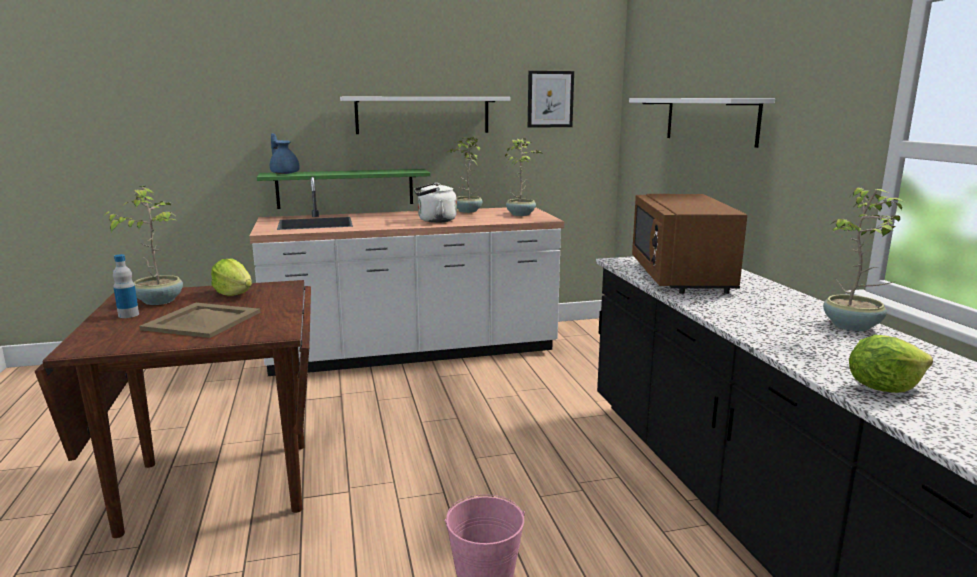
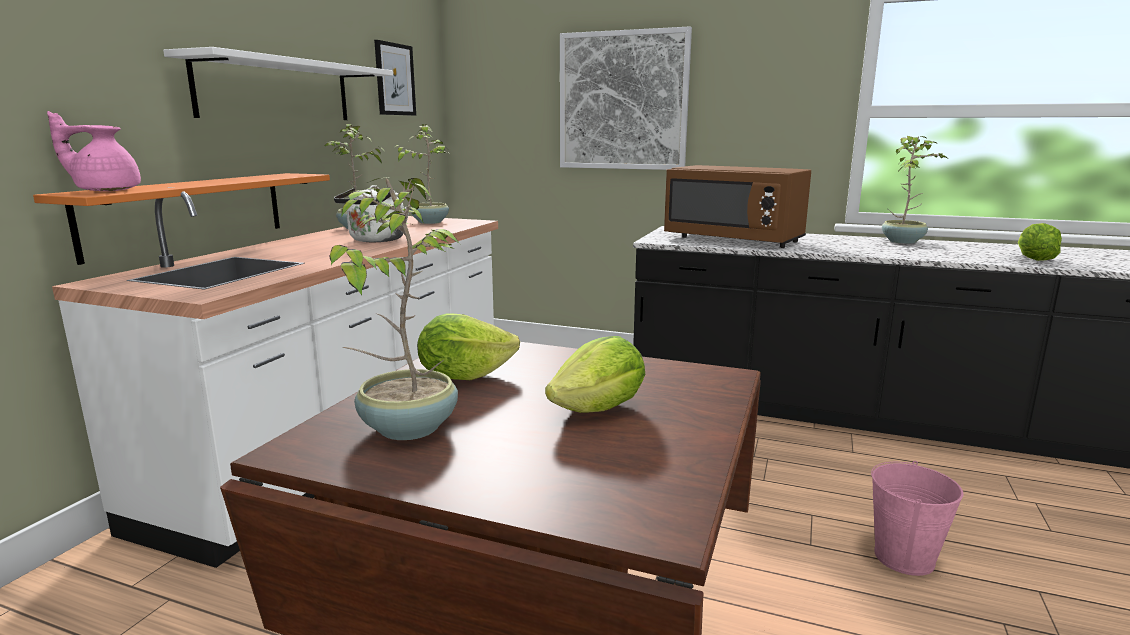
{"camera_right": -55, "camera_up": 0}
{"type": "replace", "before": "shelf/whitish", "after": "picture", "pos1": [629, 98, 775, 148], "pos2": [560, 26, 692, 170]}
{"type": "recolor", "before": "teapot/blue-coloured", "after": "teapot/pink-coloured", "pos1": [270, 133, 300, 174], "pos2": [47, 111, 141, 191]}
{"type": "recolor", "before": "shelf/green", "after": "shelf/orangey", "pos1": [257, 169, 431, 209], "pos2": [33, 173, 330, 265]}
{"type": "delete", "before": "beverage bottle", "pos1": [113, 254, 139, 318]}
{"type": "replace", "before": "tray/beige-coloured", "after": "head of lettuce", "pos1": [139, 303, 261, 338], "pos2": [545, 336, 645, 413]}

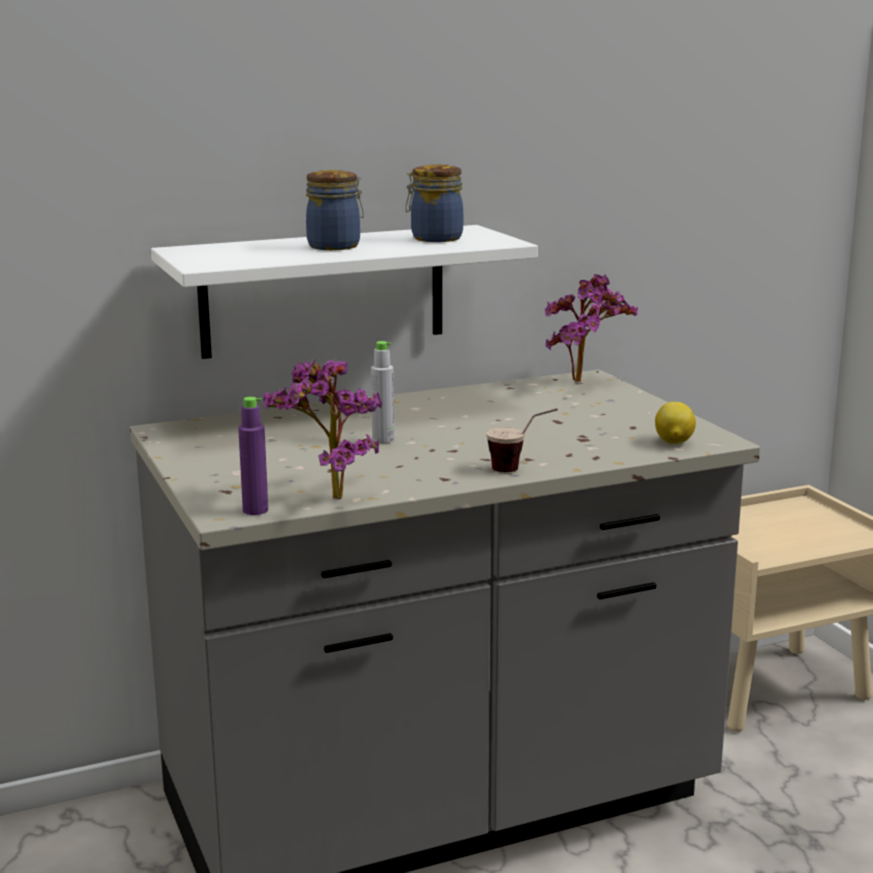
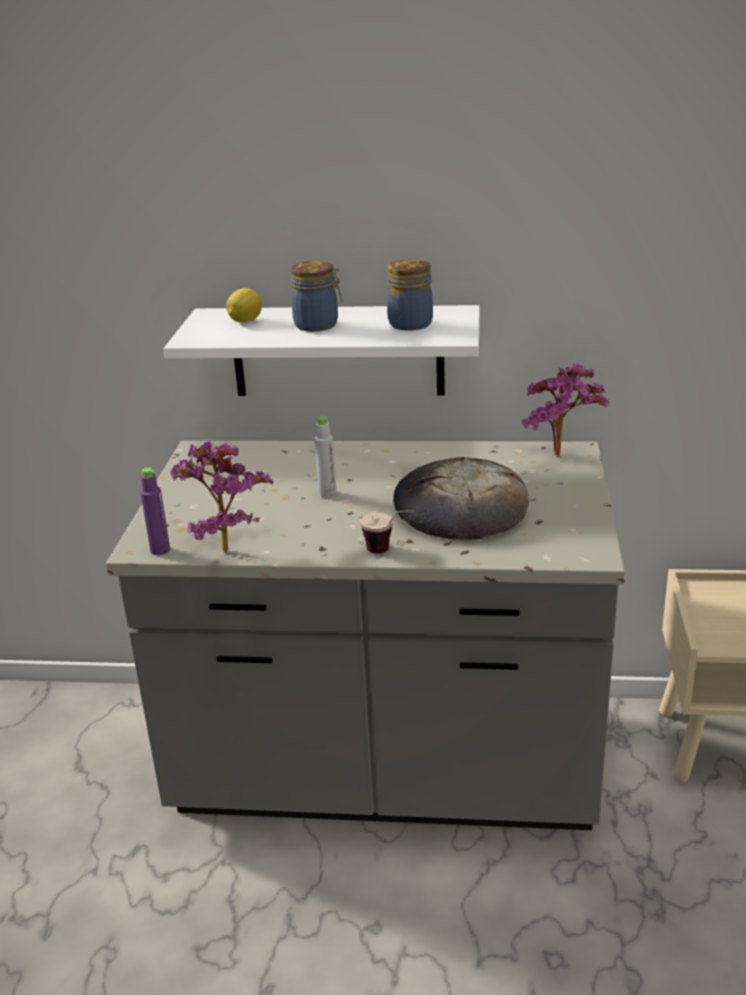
{"camera_right": 30, "camera_up": 10}
{"type": "move", "before": "whole lemon", "pos1": [655, 402, 696, 444], "pos2": [226, 288, 262, 323]}
{"type": "insert", "after": "bread", "pos2": [393, 457, 529, 540]}

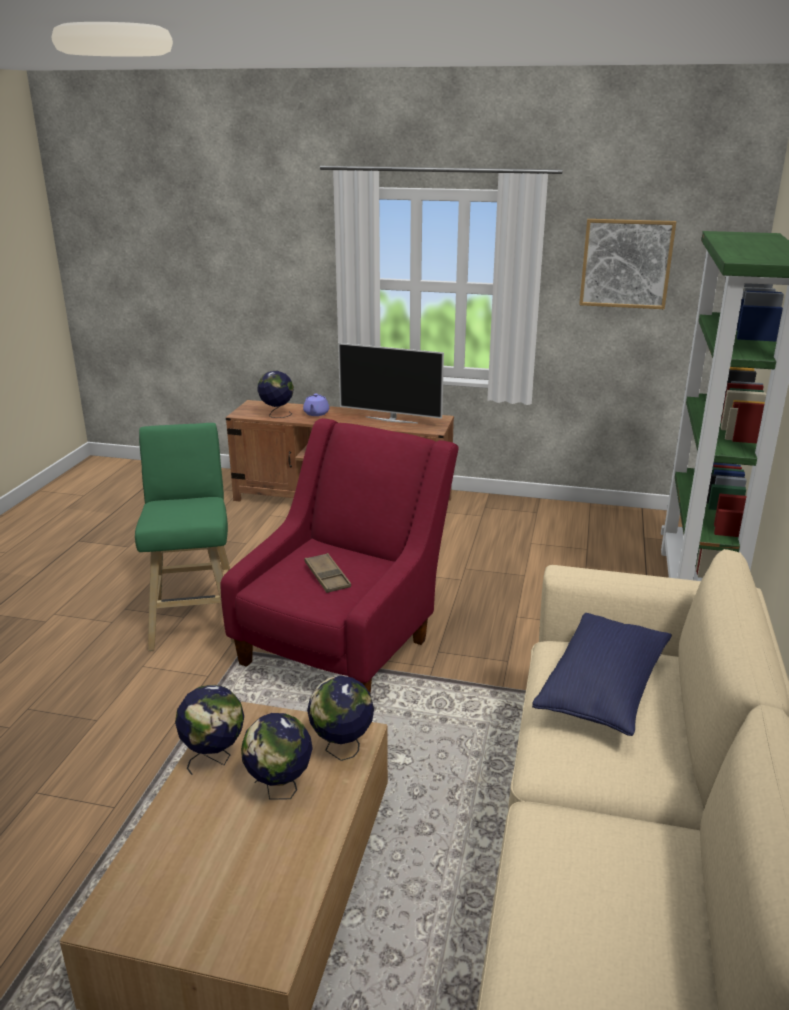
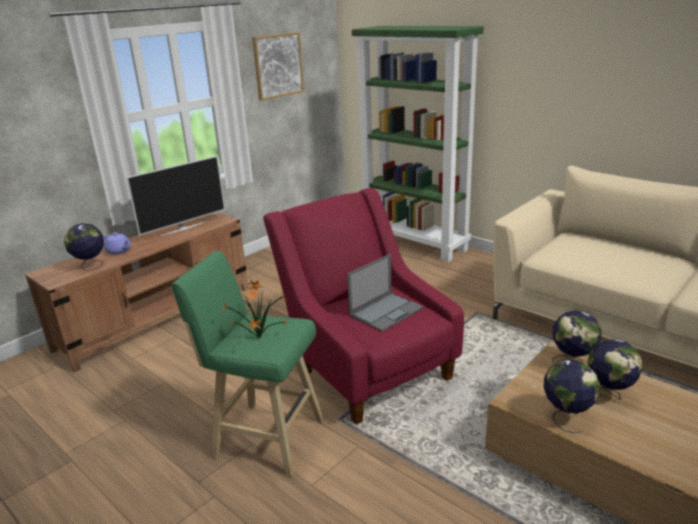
{"camera_right": -60, "camera_up": 0}
{"type": "replace", "before": "tray/brown-coloured", "after": "laptop", "pos1": [304, 553, 351, 593], "pos2": [347, 254, 423, 332]}
{"type": "delete", "before": "pillow/blue-coloured", "pos1": [532, 613, 672, 736]}
{"type": "insert", "after": "houseplant", "pos2": [223, 280, 288, 338]}

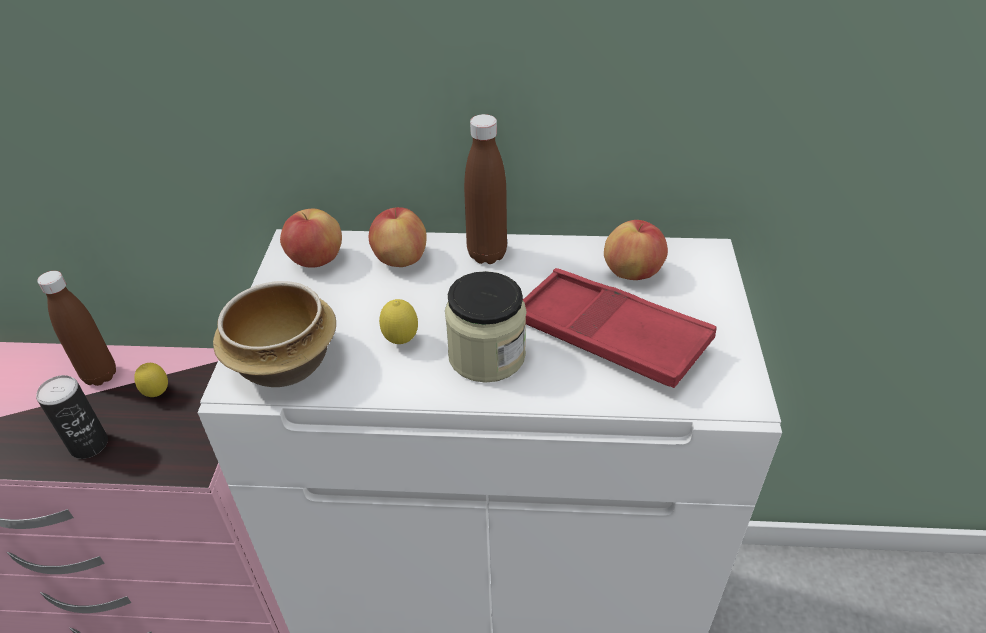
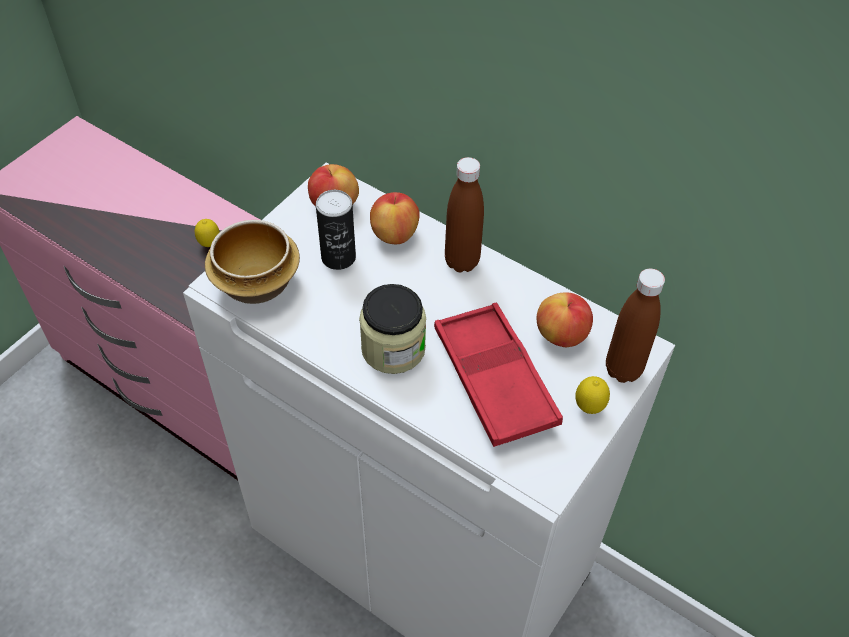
{"camera_right": 30, "camera_up": 10}
{"type": "move", "before": "beverage bottle/brown-coloured", "pos1": [37, 271, 116, 386], "pos2": [606, 269, 665, 383]}
{"type": "move", "before": "whole lemon", "pos1": [379, 299, 418, 344], "pos2": [576, 376, 610, 414]}
{"type": "move", "before": "metal can", "pos1": [36, 375, 108, 459], "pos2": [316, 190, 356, 270]}

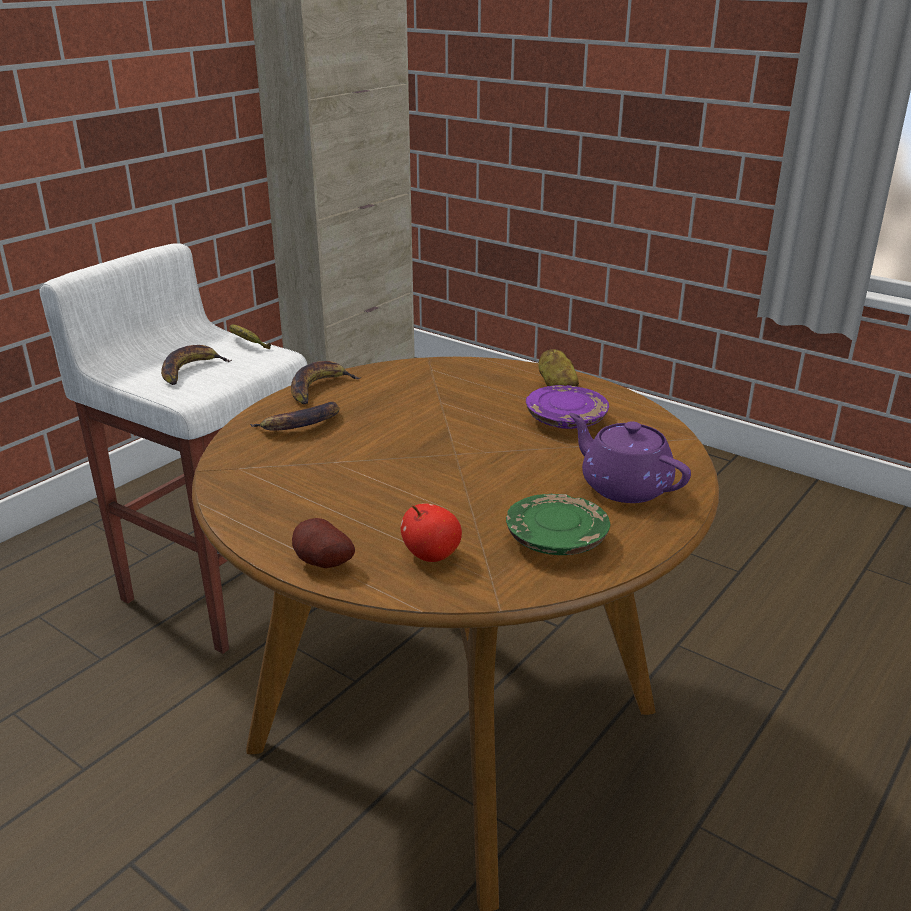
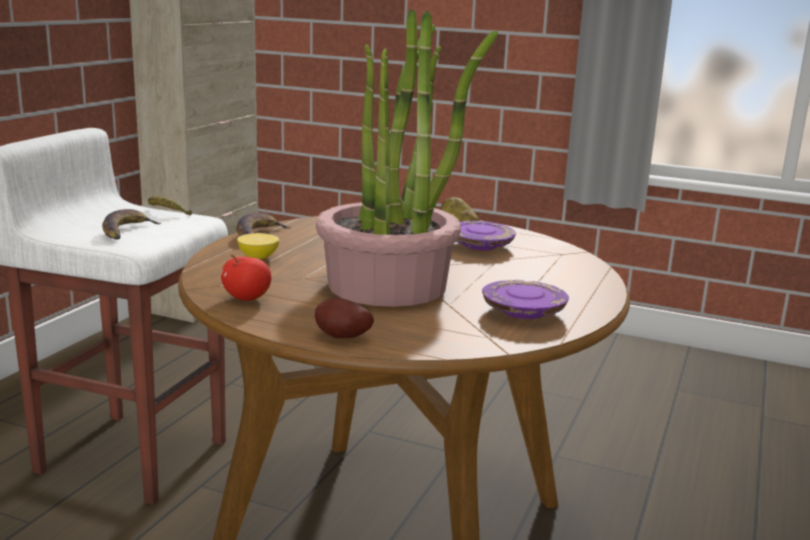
{"camera_right": -15, "camera_up": -10}
{"type": "replace", "before": "whole banana", "after": "whole lemon", "pos1": [250, 402, 340, 431], "pos2": [237, 233, 279, 259]}
{"type": "delete", "before": "teapot/purple-coloured", "pos1": [569, 413, 691, 503]}
{"type": "recolor", "before": "flat dish/green", "after": "flat dish/purple-coloured", "pos1": [506, 494, 610, 555], "pos2": [482, 280, 569, 319]}
{"type": "move", "before": "whole apple", "pos1": [401, 503, 462, 562], "pos2": [221, 254, 271, 301]}
{"type": "insert", "after": "houseplant", "pos2": [316, 9, 498, 307]}

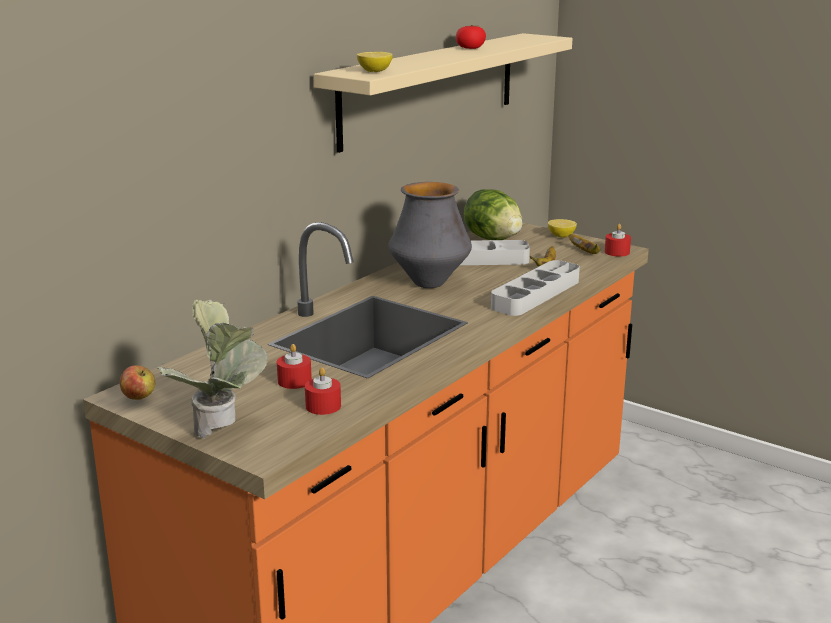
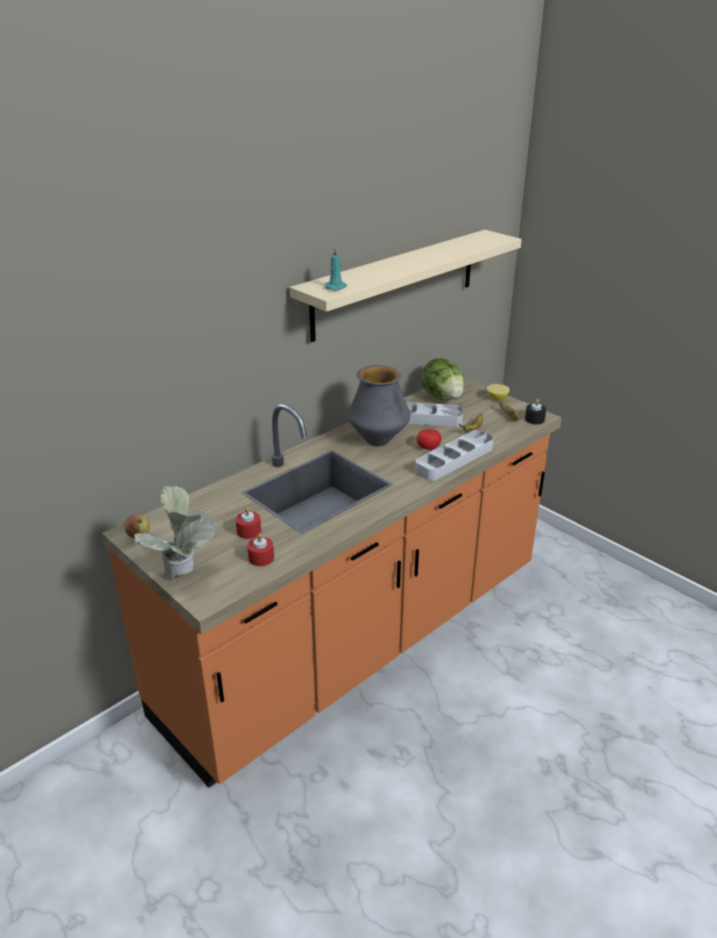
{"camera_right": 10, "camera_up": 10}
{"type": "move", "before": "tomato", "pos1": [456, 25, 486, 49], "pos2": [417, 429, 441, 450]}
{"type": "replace", "before": "whole lemon", "after": "wax candle/turquoise-coloured", "pos1": [357, 52, 393, 72], "pos2": [324, 247, 347, 290]}
{"type": "recolor", "before": "wax candle/red", "after": "wax candle/black-coloured", "pos1": [605, 224, 631, 257], "pos2": [525, 399, 546, 424]}

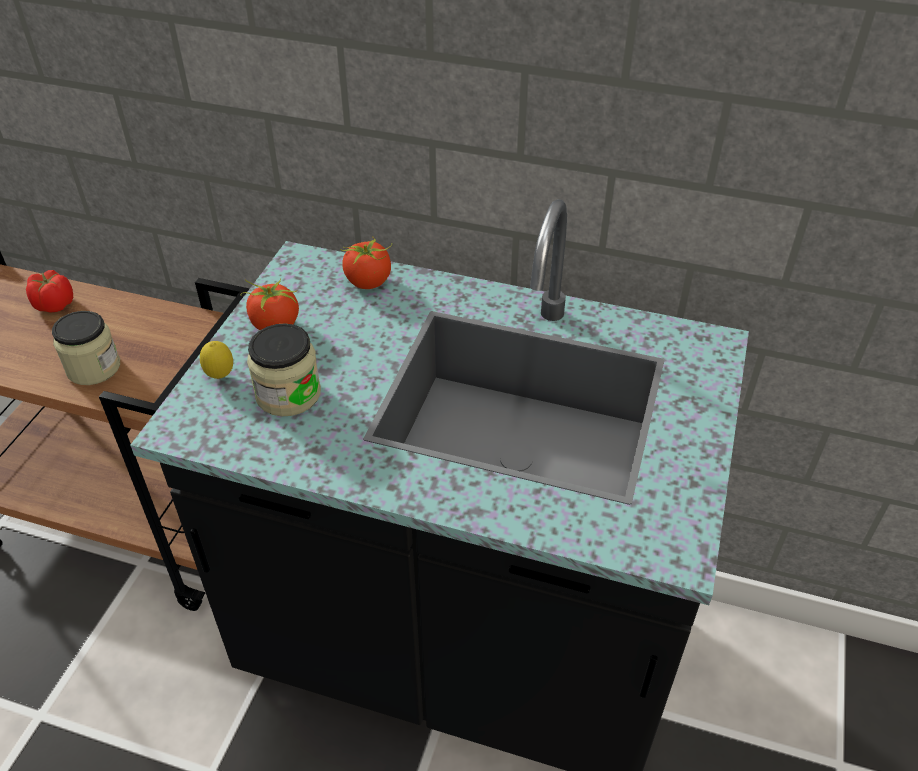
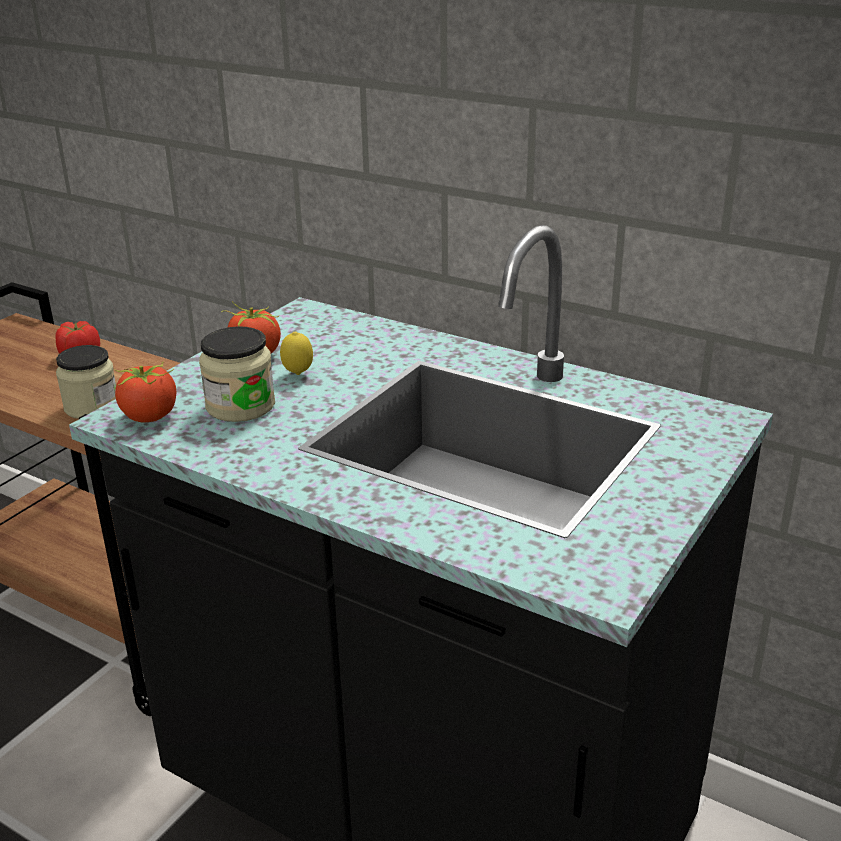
{"camera_right": 15, "camera_up": -15}
{"type": "move", "before": "tomato", "pos1": [340, 236, 392, 289], "pos2": [115, 362, 176, 423]}
{"type": "move", "before": "whole lemon", "pos1": [200, 341, 233, 379], "pos2": [280, 332, 313, 375]}

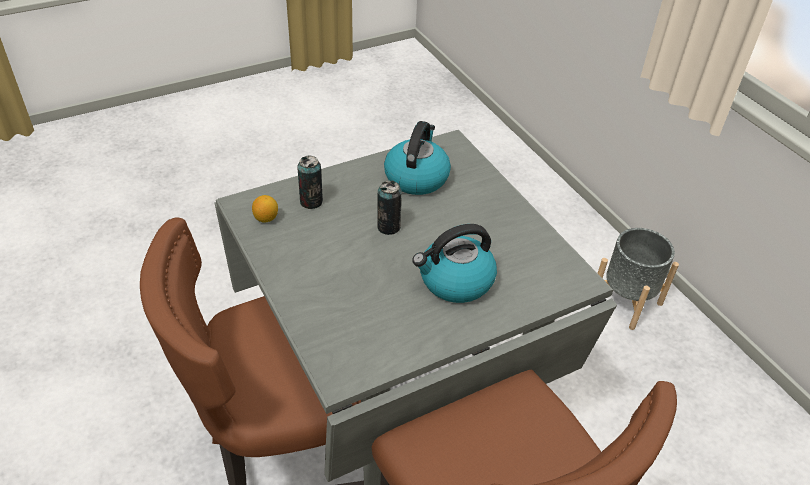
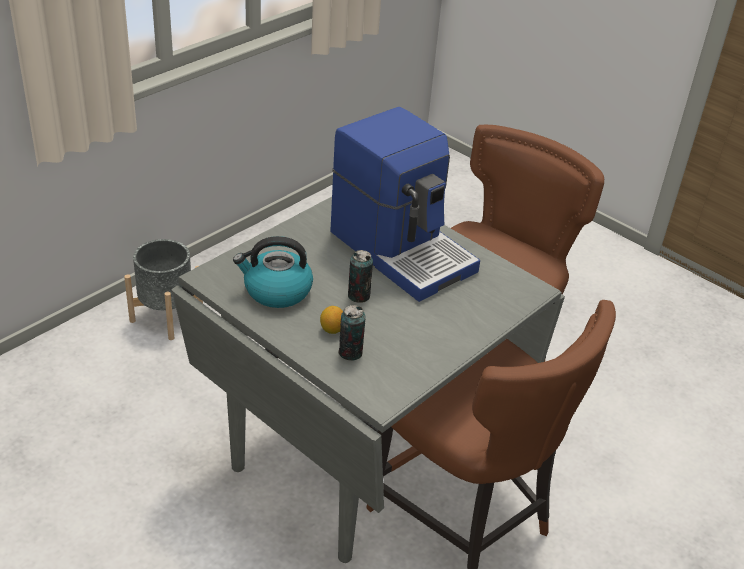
{"camera_right": -110, "camera_up": -5}
{"type": "move", "before": "whole lemon", "pos1": [252, 195, 278, 223], "pos2": [320, 306, 343, 334]}
{"type": "replace", "before": "tea kettle", "after": "coffee brewer", "pos1": [412, 224, 497, 303], "pos2": [330, 107, 480, 302]}

